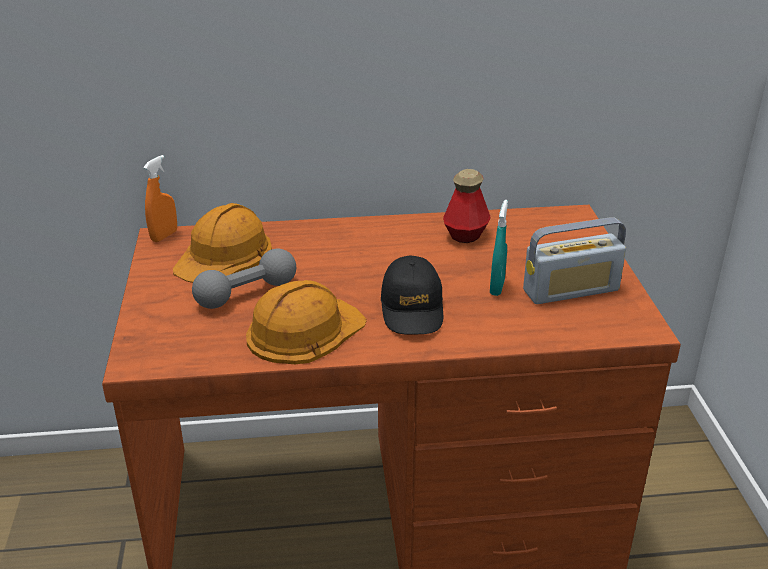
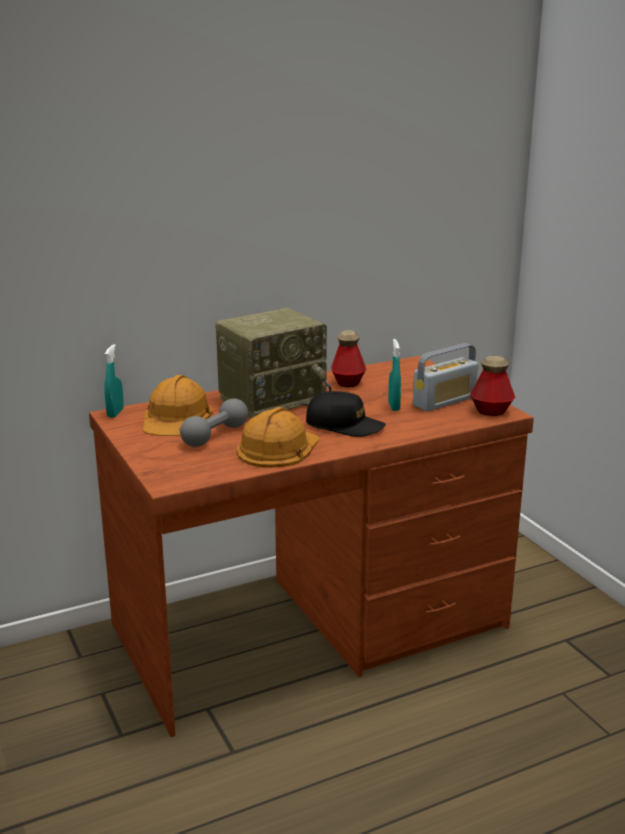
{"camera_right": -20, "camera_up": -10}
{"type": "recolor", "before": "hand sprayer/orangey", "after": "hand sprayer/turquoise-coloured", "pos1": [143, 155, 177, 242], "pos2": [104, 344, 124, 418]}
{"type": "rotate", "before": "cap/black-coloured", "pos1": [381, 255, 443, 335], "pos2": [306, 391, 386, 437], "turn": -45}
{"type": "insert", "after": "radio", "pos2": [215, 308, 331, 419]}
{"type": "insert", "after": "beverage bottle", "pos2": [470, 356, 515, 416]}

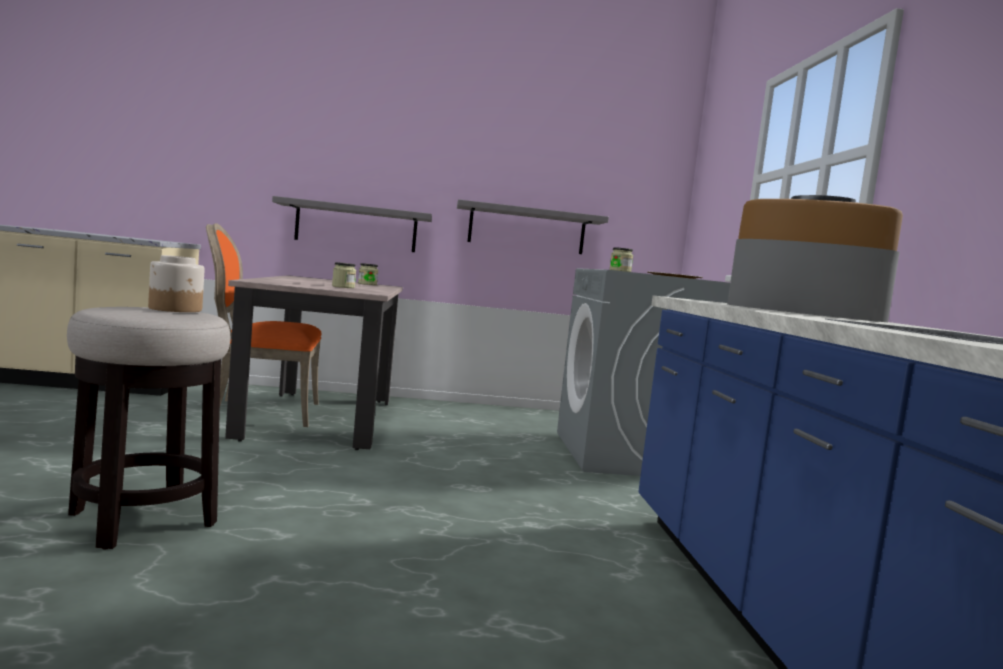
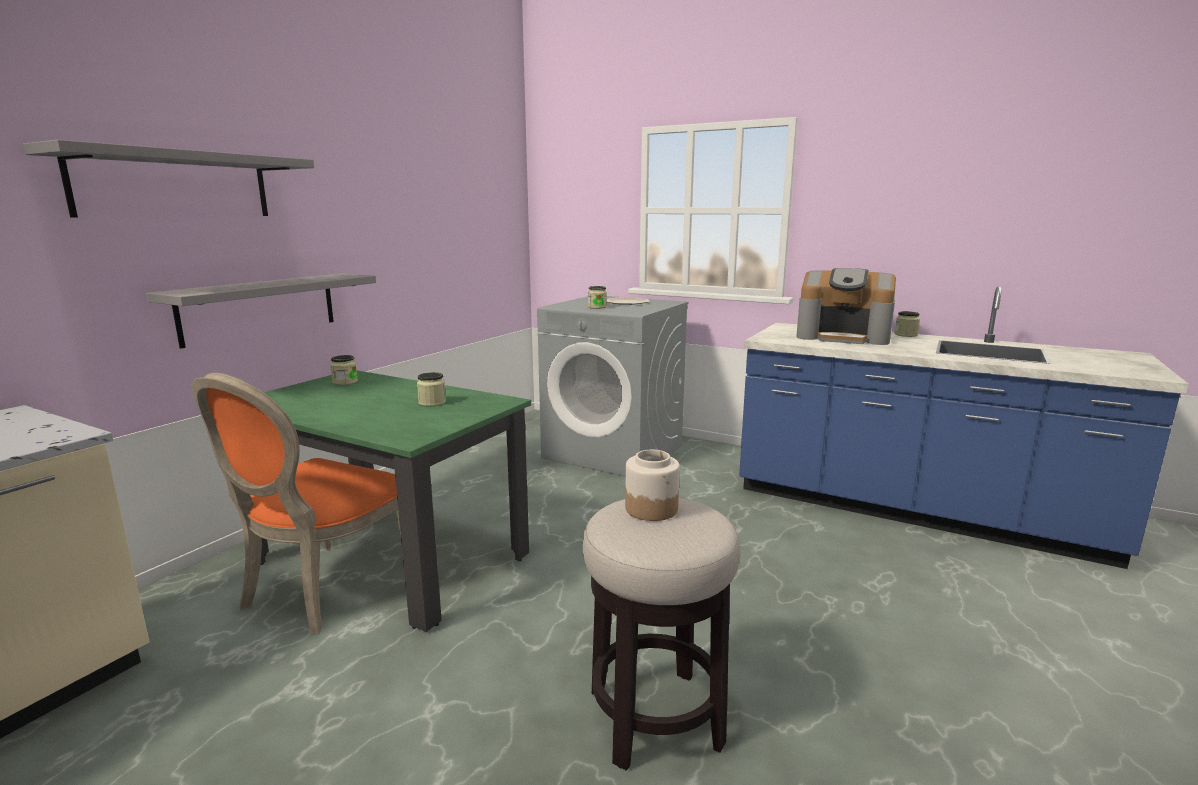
{"camera_right": -55, "camera_up": 10}
{"type": "rotate", "before": "coffee brewer", "pos1": [727, 195, 903, 322], "pos2": [796, 268, 896, 345], "turn": -120}
{"type": "move", "before": "shelf/greyish", "pos1": [457, 199, 609, 254], "pos2": [23, 140, 314, 218]}
{"type": "recolor", "before": "dinner table/beige-coloured", "after": "dinner table/green", "pos1": [225, 275, 403, 450], "pos2": [260, 370, 531, 632]}
{"type": "insert", "after": "jar", "pos2": [895, 311, 920, 337]}

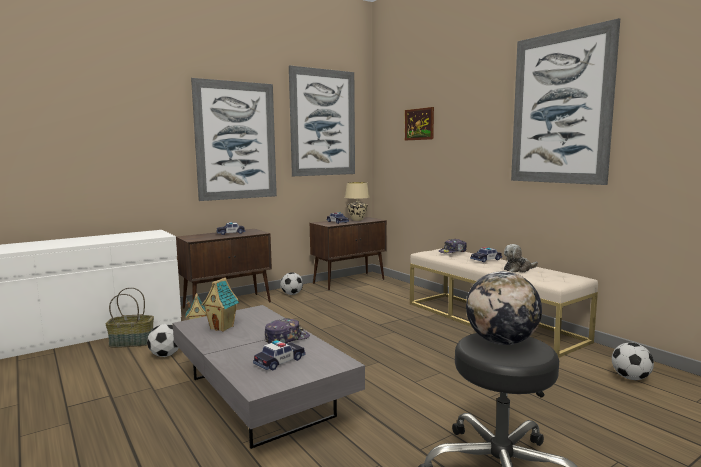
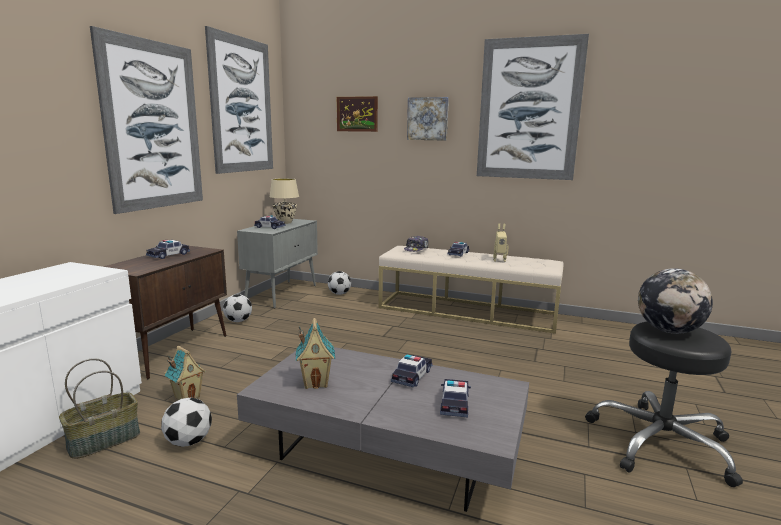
{"camera_right": -35, "camera_up": 5}
{"type": "recolor", "before": "storage cabinet/brown-coloured", "after": "storage cabinet/greyish", "pos1": [310, 217, 387, 290], "pos2": [237, 219, 318, 308]}
{"type": "replace", "before": "soft toy", "after": "toy robot", "pos1": [504, 244, 538, 272], "pos2": [493, 223, 509, 262]}
{"type": "replace", "before": "cap", "after": "model car", "pos1": [265, 318, 310, 344], "pos2": [391, 355, 433, 387]}
{"type": "move", "before": "ball for football", "pos1": [612, 342, 654, 380], "pos2": [328, 271, 351, 295]}
{"type": "insert", "after": "picture", "pos2": [407, 97, 449, 141]}

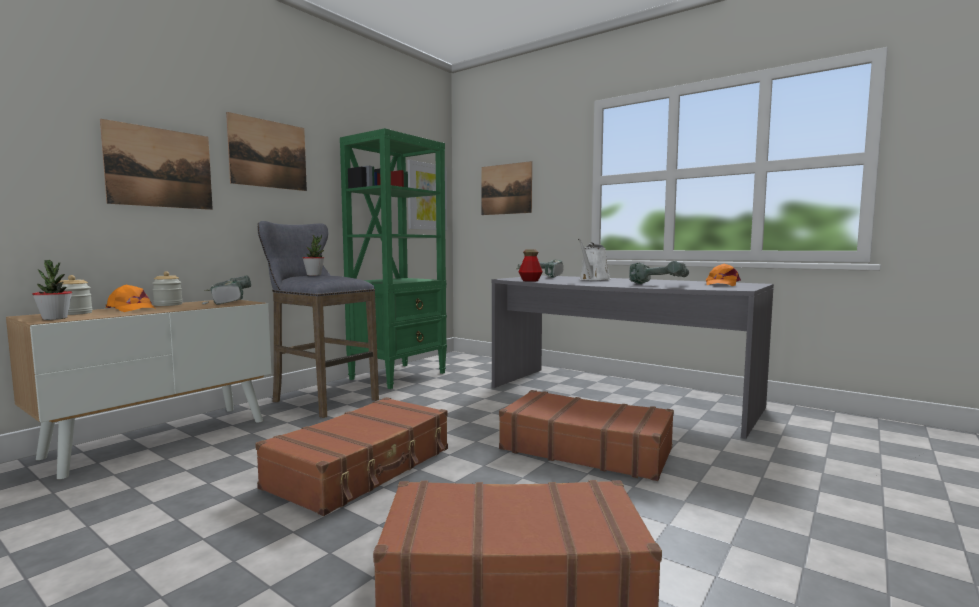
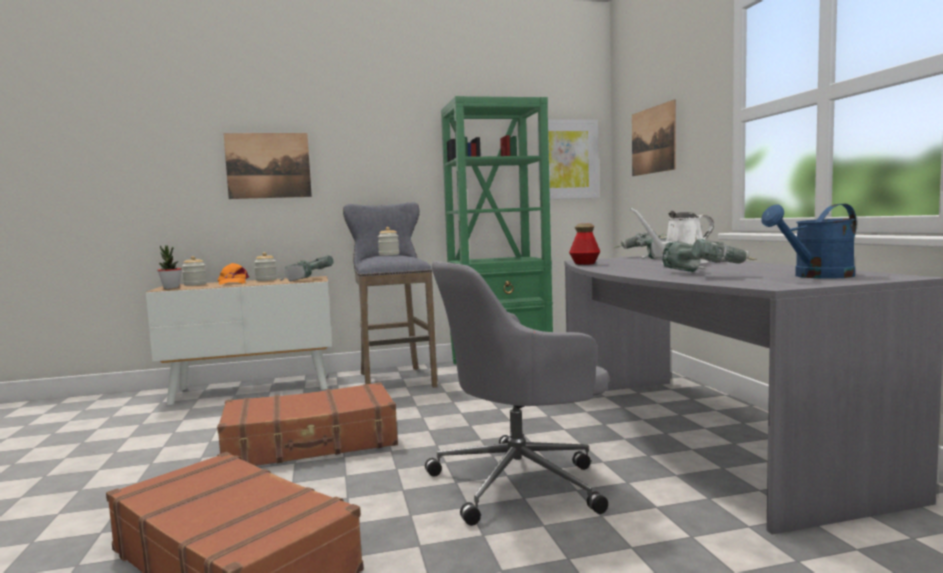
{"camera_right": 40, "camera_up": 0}
{"type": "delete", "before": "picture", "pos1": [226, 112, 307, 191]}
{"type": "replace", "before": "houseplant", "after": "jar", "pos1": [302, 235, 324, 276], "pos2": [378, 227, 399, 255]}
{"type": "replace", "before": "cap/orangey", "after": "watering pot/blue-coloured", "pos1": [706, 264, 741, 286], "pos2": [761, 204, 857, 279]}
{"type": "replace", "before": "suitcase/brown-coloured", "after": "office chair/greyish", "pos1": [499, 390, 674, 481], "pos2": [425, 261, 609, 526]}

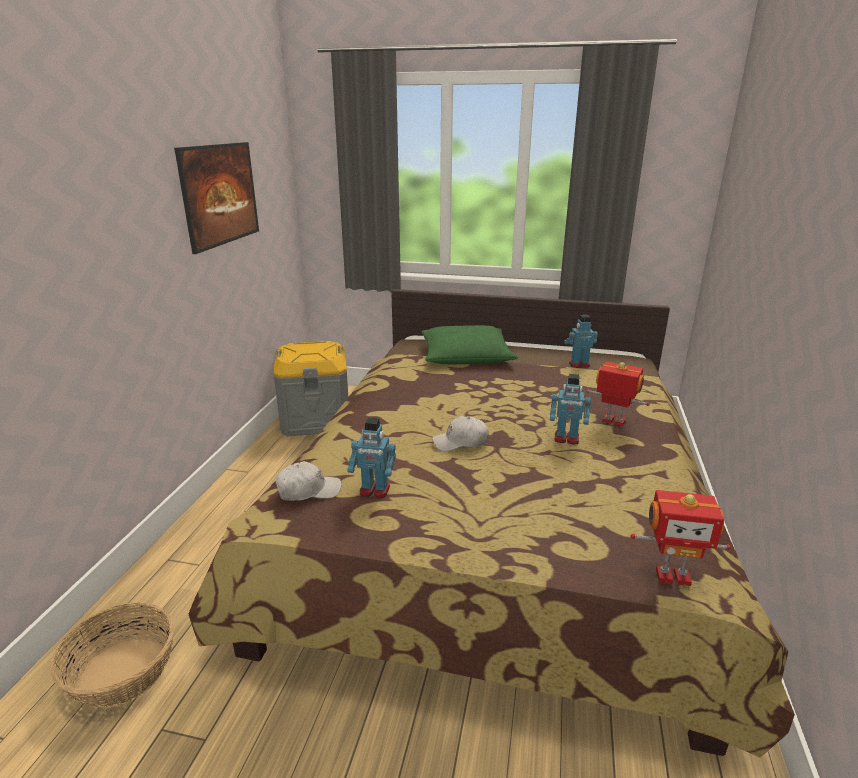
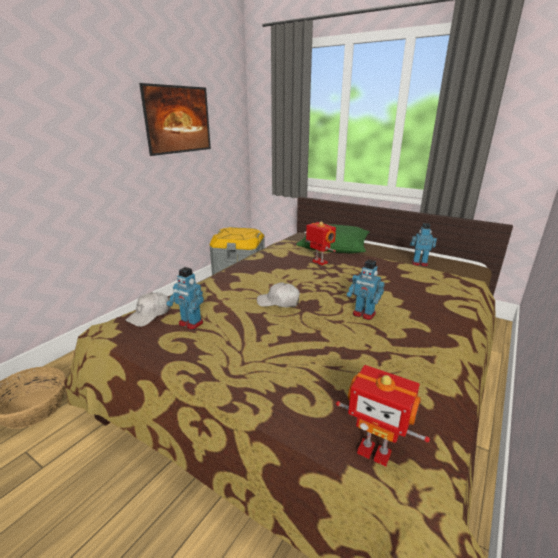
{"camera_right": 20, "camera_up": 0}
{"type": "move", "before": "toy robot", "pos1": [586, 361, 650, 426], "pos2": [305, 222, 336, 265]}
{"type": "rotate", "before": "cap/whitish", "pos1": [275, 461, 341, 501], "pos2": [125, 292, 170, 327], "turn": 120}

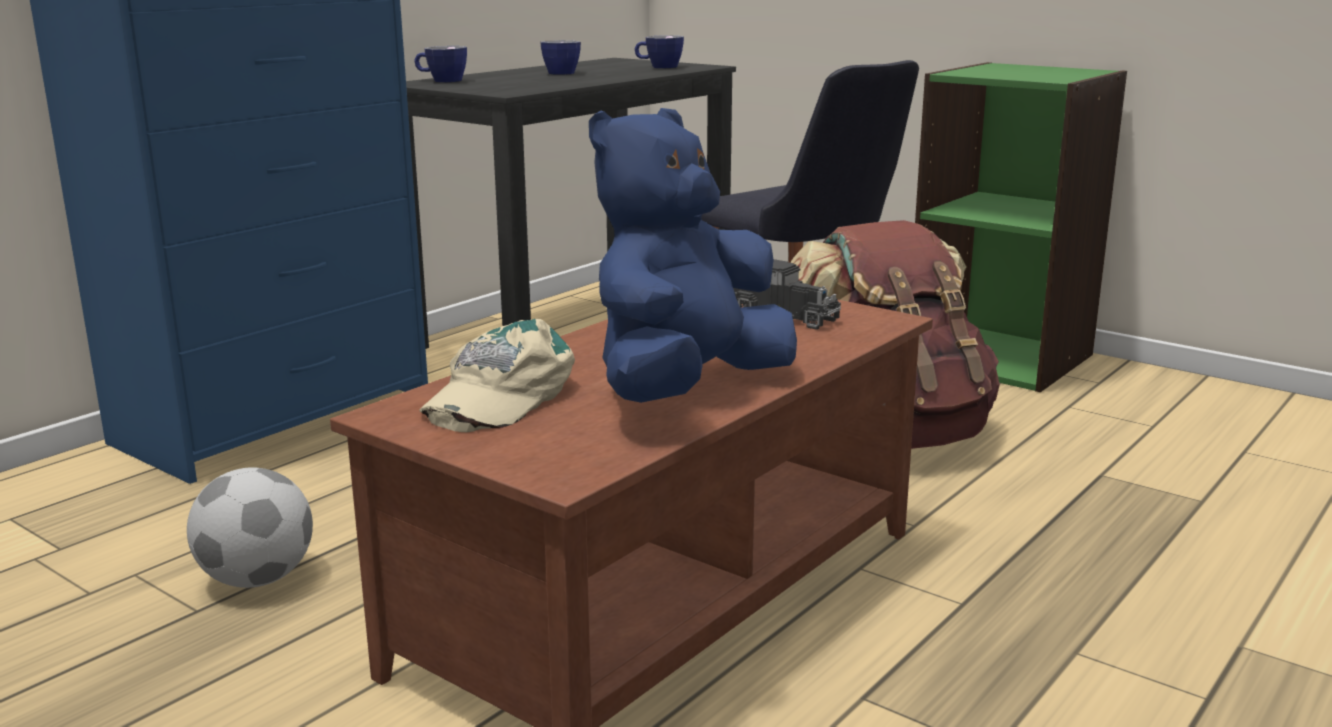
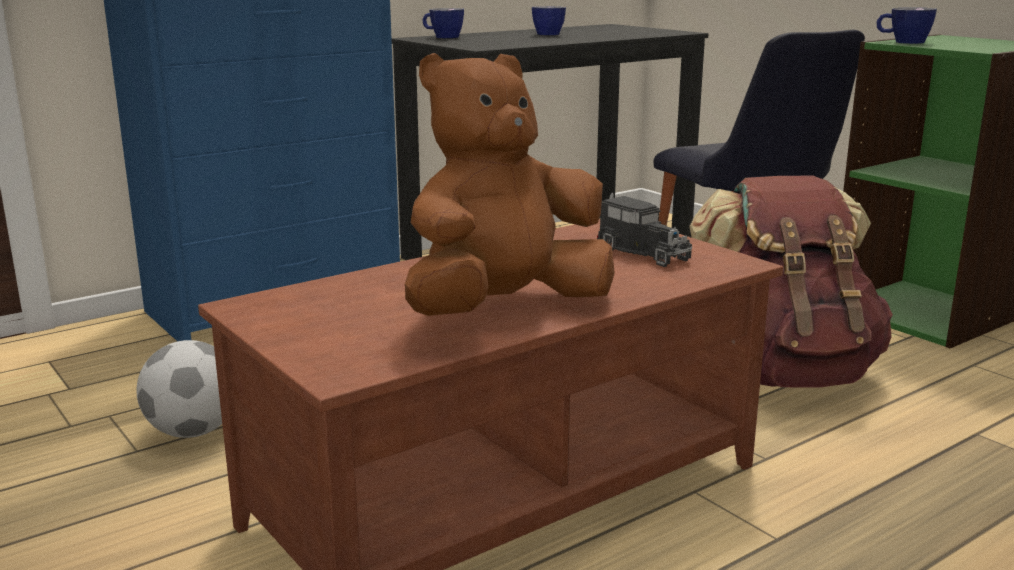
{"camera_right": 15, "camera_up": 0}
{"type": "move", "before": "cup", "pos1": [634, 35, 684, 68], "pos2": [877, 7, 937, 44]}
{"type": "recolor", "before": "soft toy/blue-coloured", "after": "soft toy/brown-coloured", "pos1": [589, 108, 797, 403], "pos2": [405, 53, 615, 316]}
{"type": "delete", "before": "cap/beige-coloured", "pos1": [419, 319, 575, 432]}

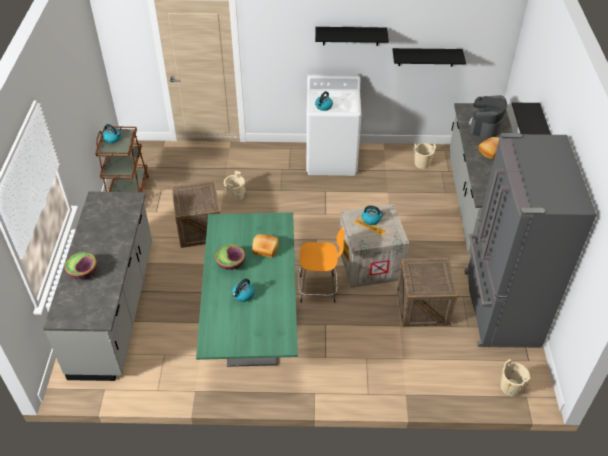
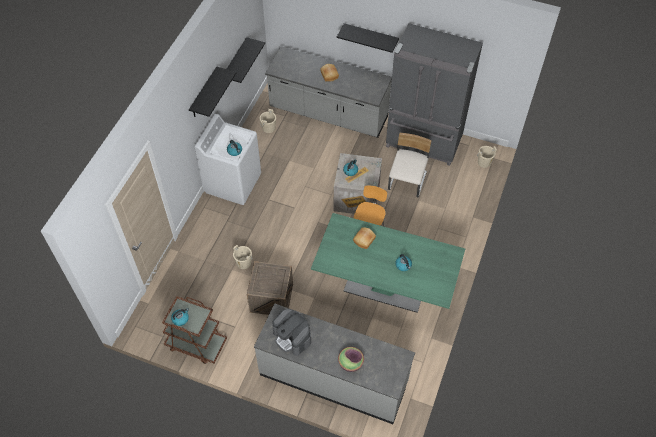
{"camera_right": -70, "camera_up": 10}
{"type": "move", "before": "coffee brewer", "pos1": [468, 95, 507, 139], "pos2": [272, 309, 311, 356]}
{"type": "delete", "before": "bowl", "pos1": [215, 244, 245, 270]}
{"type": "replace", "before": "packing crate", "after": "plain chair/beige-coloured", "pos1": [397, 258, 458, 327], "pos2": [388, 133, 431, 197]}

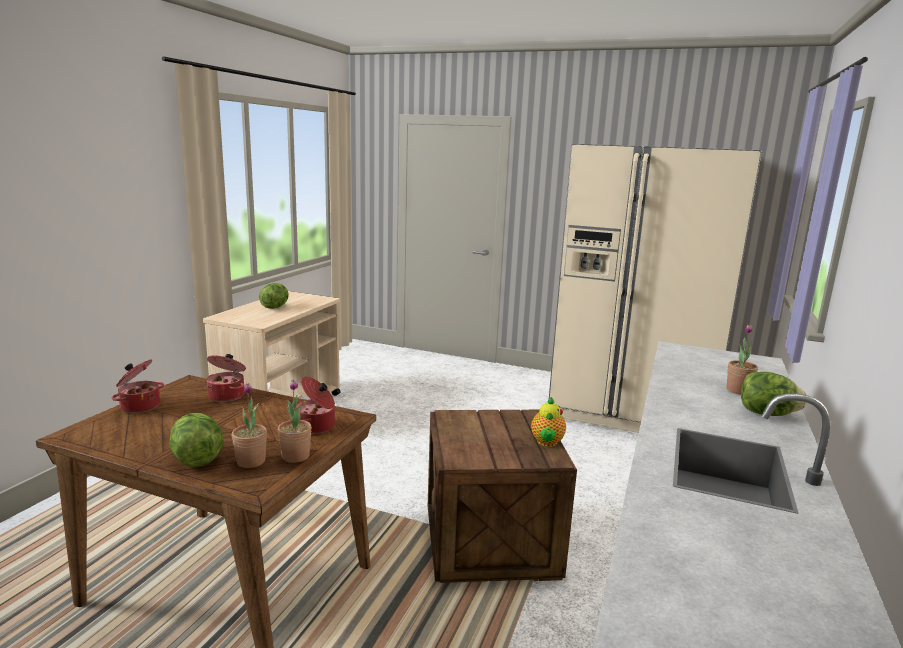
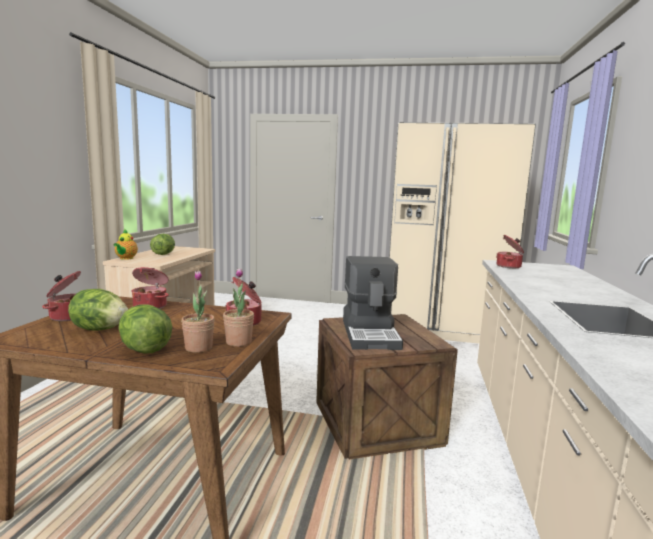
{"camera_right": -10, "camera_up": -5}
{"type": "delete", "before": "houseplant", "pos1": [727, 324, 758, 395]}
{"type": "move", "before": "head of lettuce", "pos1": [741, 372, 807, 416], "pos2": [68, 289, 128, 331]}
{"type": "move", "before": "teapot", "pos1": [531, 397, 566, 447], "pos2": [113, 229, 138, 260]}
{"type": "insert", "after": "stockpot", "pos2": [496, 235, 524, 268]}
{"type": "insert", "after": "coffee brewer", "pos2": [343, 256, 403, 350]}

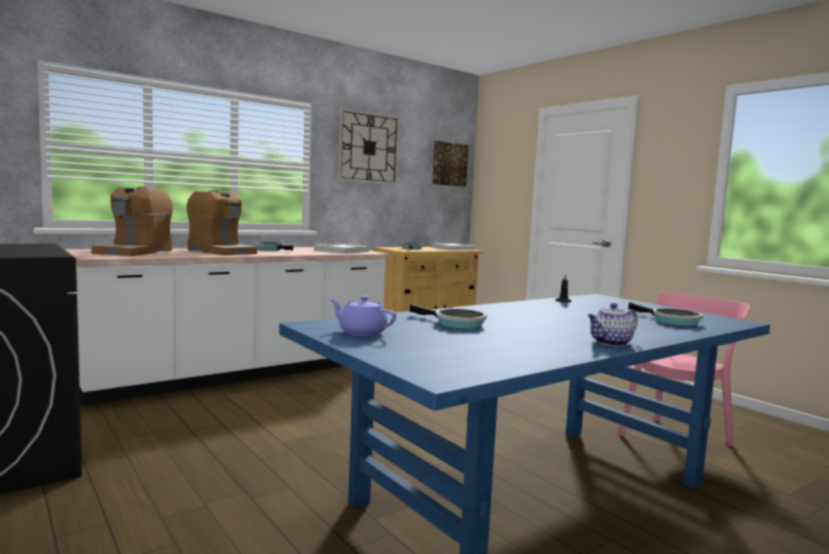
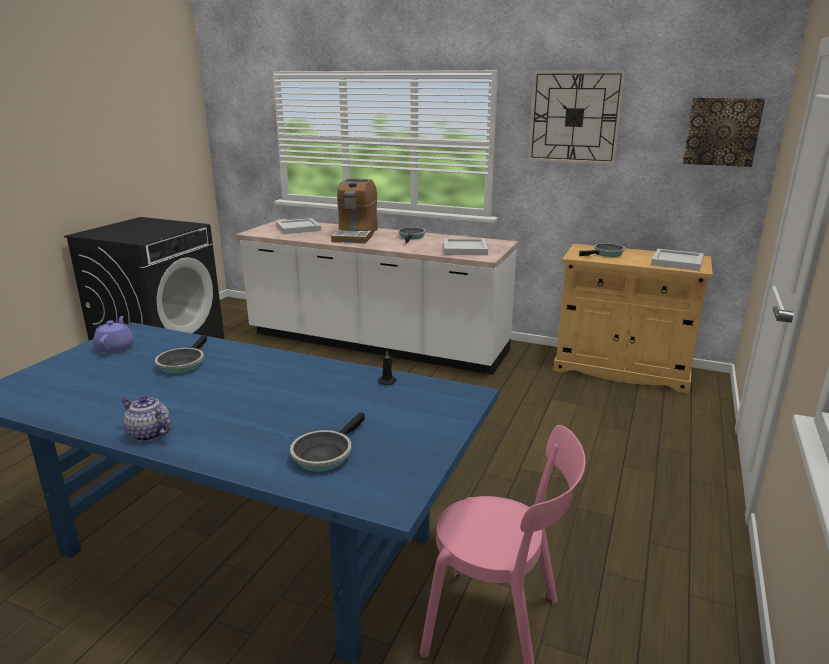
{"camera_right": 60, "camera_up": 15}
{"type": "replace", "before": "coffee brewer", "after": "tray/whitish", "pos1": [91, 187, 173, 256], "pos2": [276, 218, 321, 234]}

